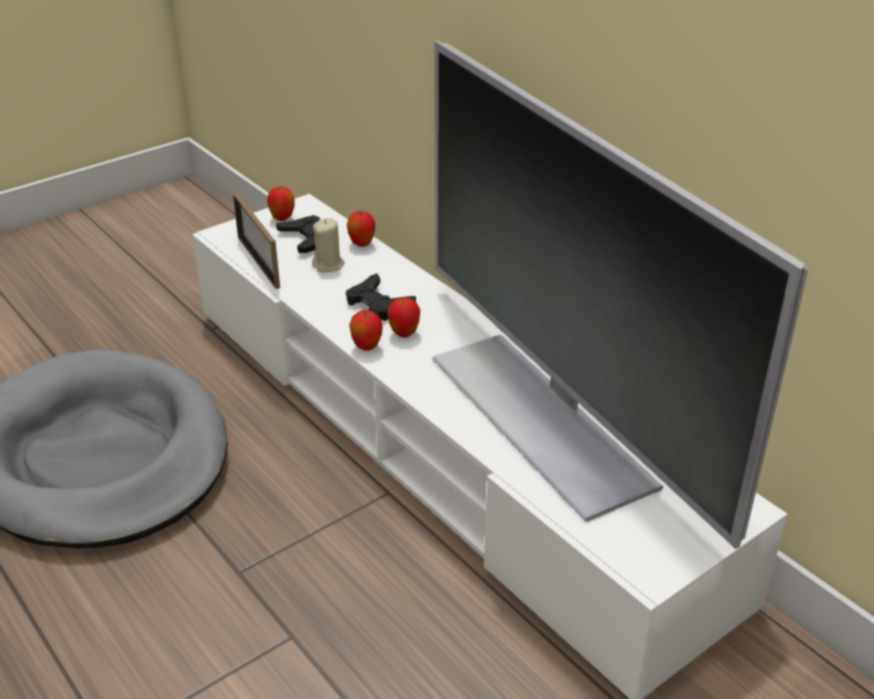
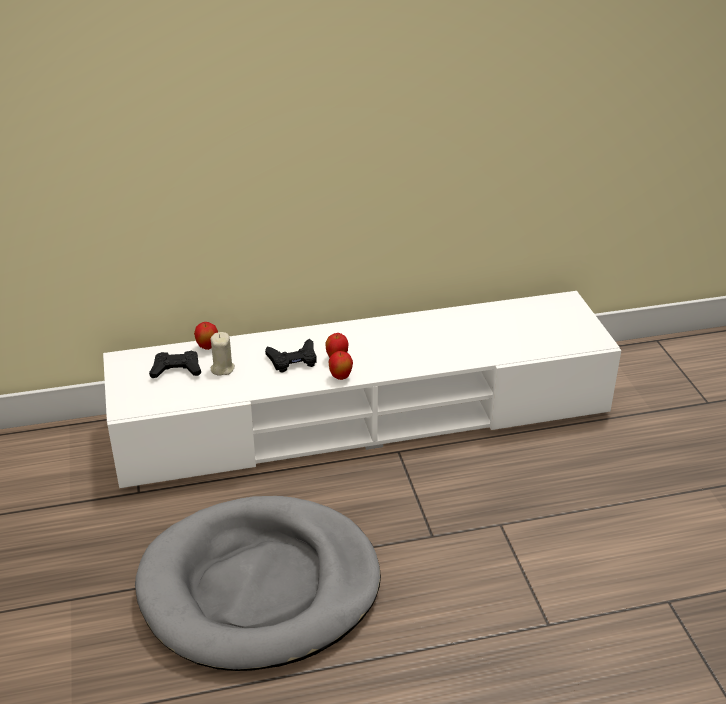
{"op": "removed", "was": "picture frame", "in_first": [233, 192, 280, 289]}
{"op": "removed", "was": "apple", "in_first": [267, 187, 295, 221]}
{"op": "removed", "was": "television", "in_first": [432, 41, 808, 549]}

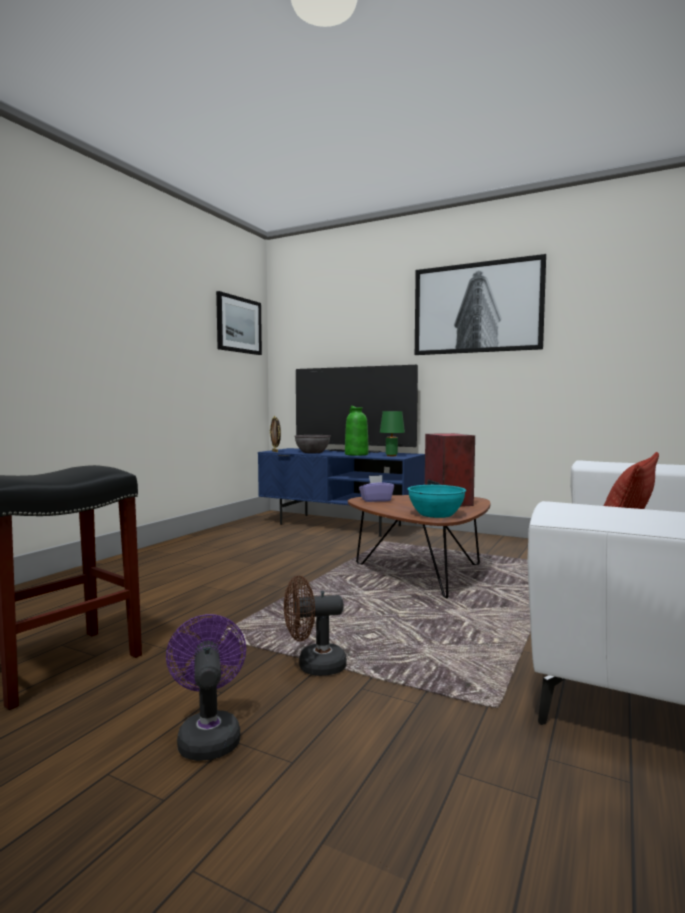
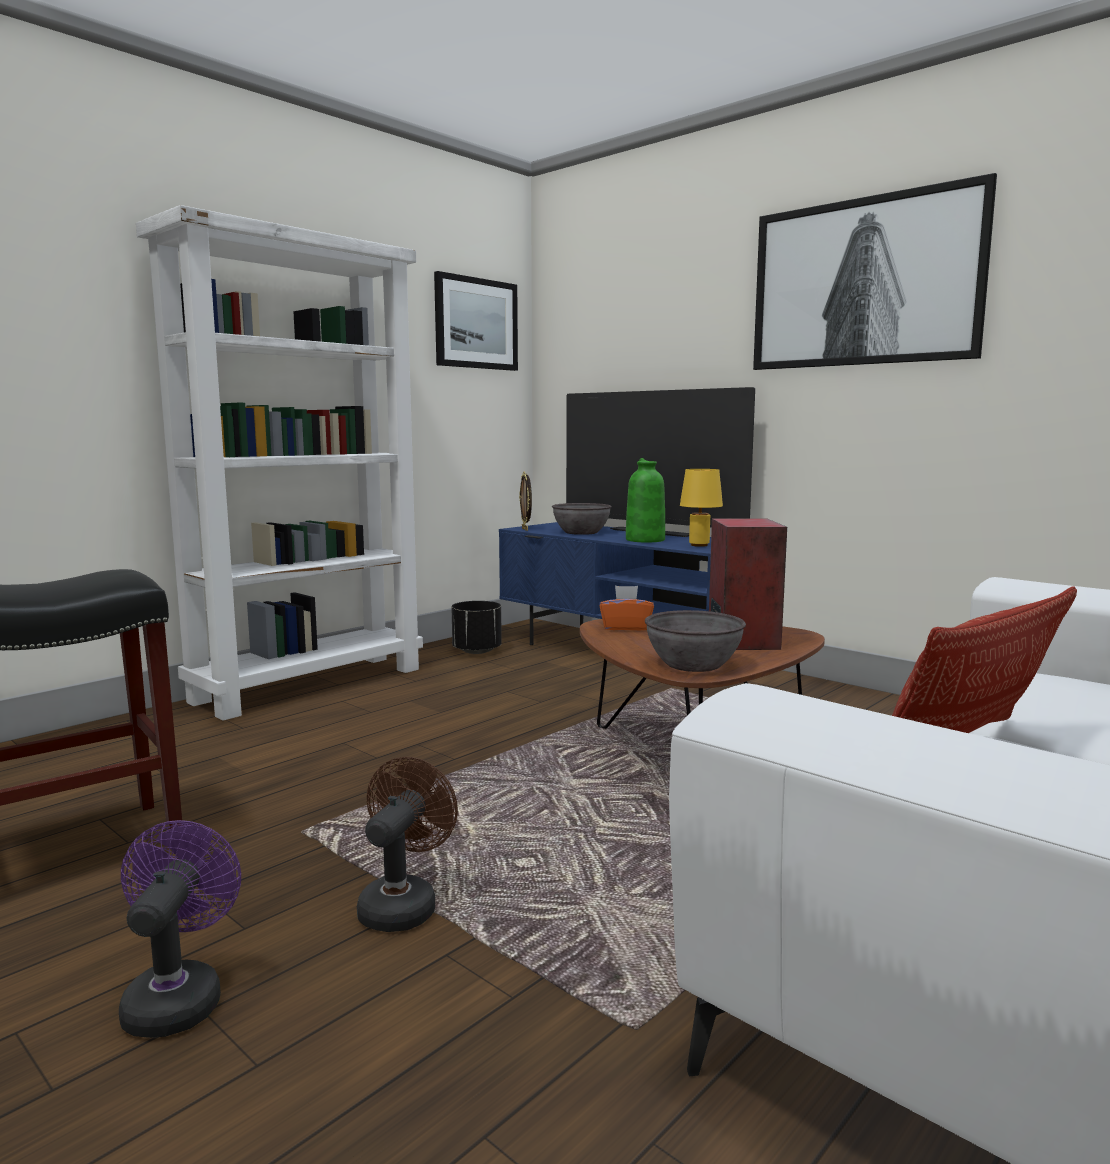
{"op": "added", "now": "white bookcase", "in_second": [136, 205, 423, 721]}
{"op": "added", "now": "black planter", "in_second": [452, 601, 502, 654]}
{"op": "recoloured", "was": "purple tissue box", "now": "orange tissue box", "in_first": [359, 475, 394, 502], "in_second": [599, 586, 654, 630]}
{"op": "recoloured", "was": "green table lamp", "now": "yellow table lamp", "in_first": [380, 411, 405, 456], "in_second": [680, 469, 723, 547]}
{"op": "recoloured", "was": "turquoise bowl", "now": "grey bowl", "in_first": [408, 485, 466, 518], "in_second": [645, 610, 746, 672]}
{"op": "turned", "was": "brown fan", "in_first": [284, 575, 347, 676], "in_second": [357, 757, 458, 932], "clockwise": 105}

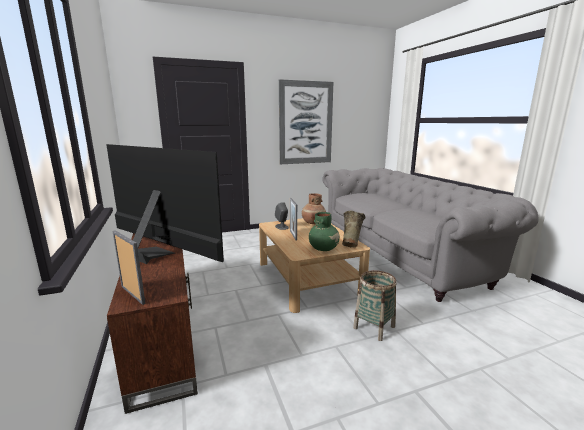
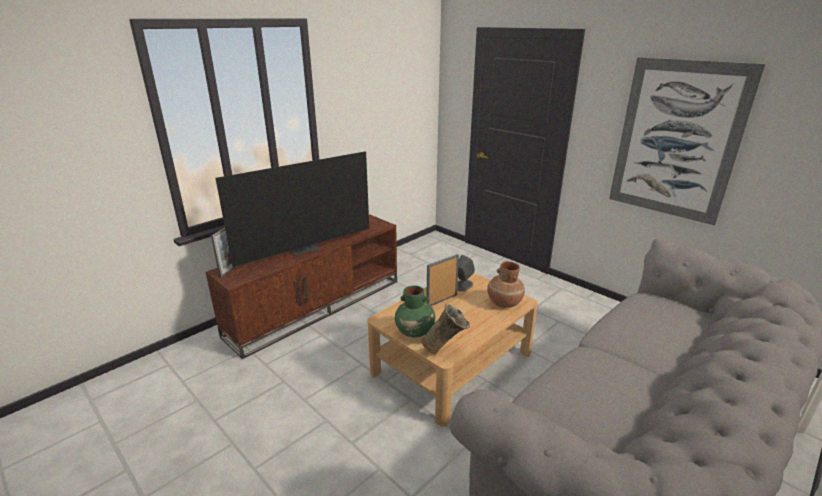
{"op": "removed", "was": "basket", "in_first": [353, 270, 397, 341]}
{"op": "turned", "was": "television", "in_first": [106, 144, 224, 264], "in_second": [215, 151, 369, 267], "clockwise": 45}

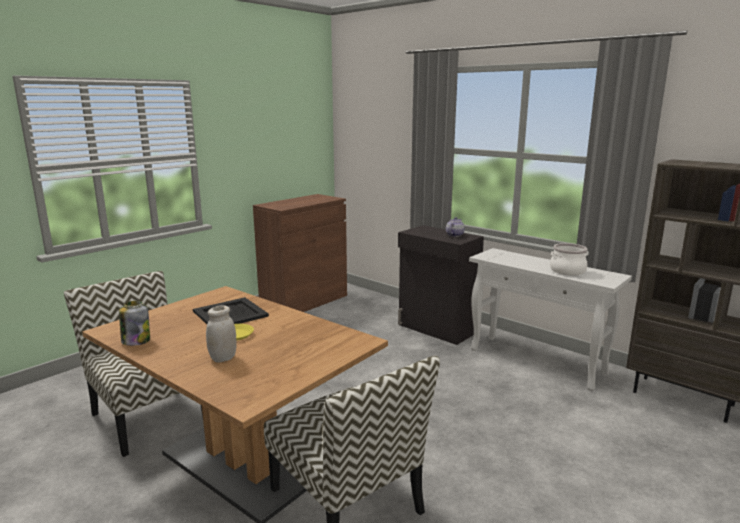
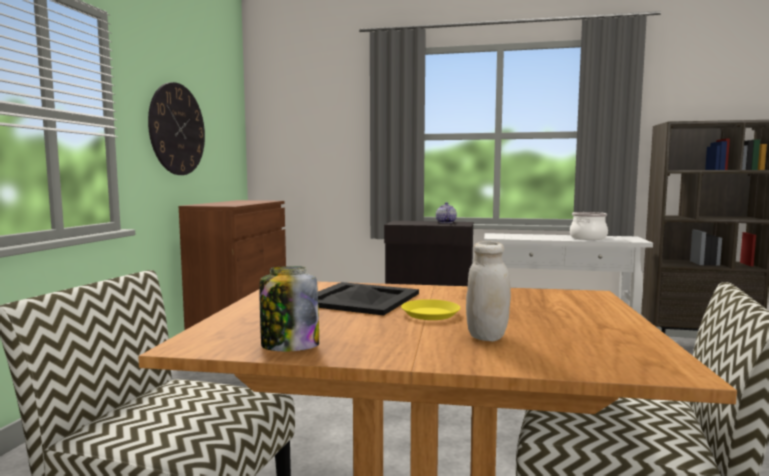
{"op": "added", "now": "wall clock", "in_second": [148, 82, 205, 175]}

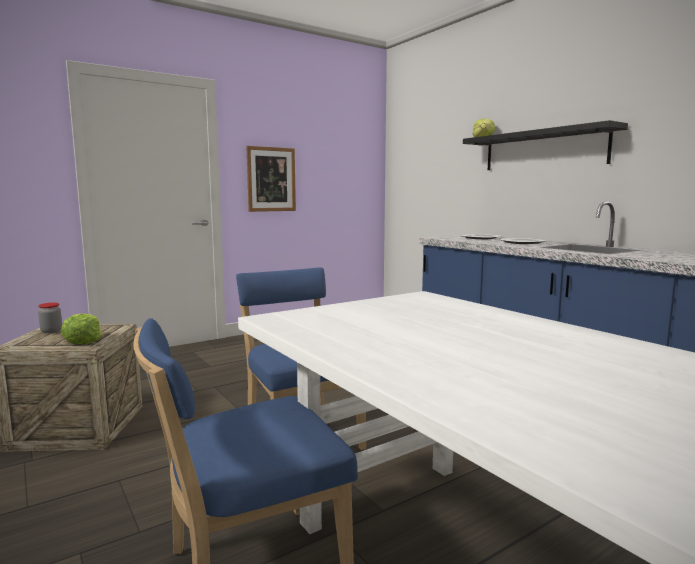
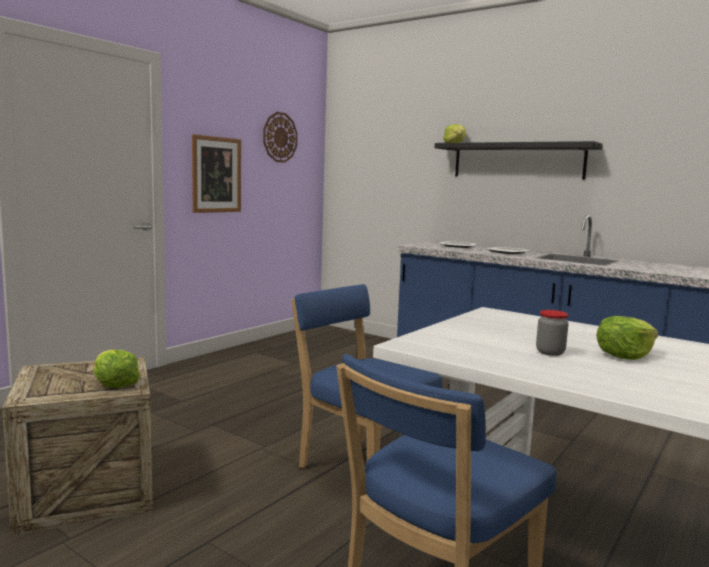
{"op": "added", "now": "wall clock", "in_second": [263, 112, 298, 163]}
{"op": "added", "now": "lettuce", "in_second": [596, 316, 658, 360]}
{"op": "moved", "was": "jar", "in_first": [38, 303, 62, 333], "in_second": [536, 310, 569, 356]}

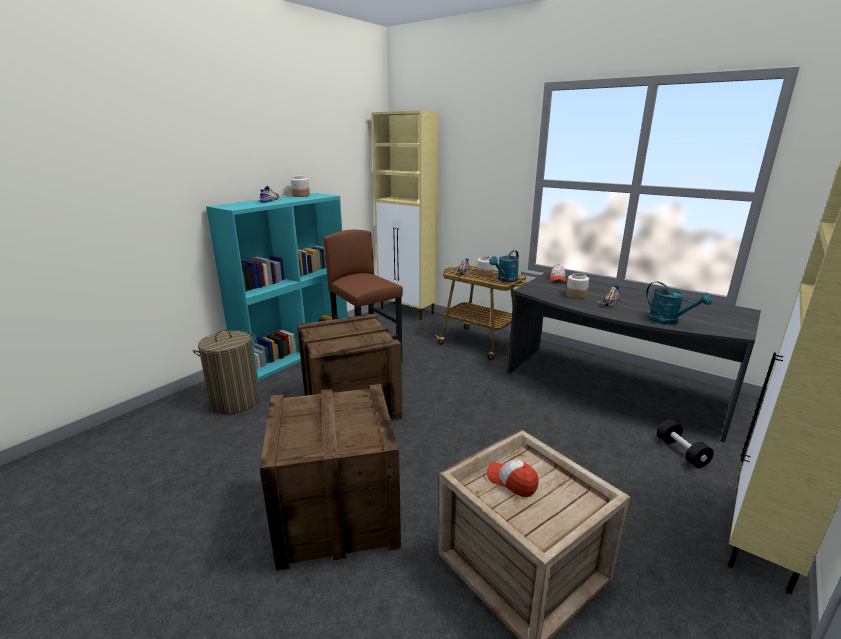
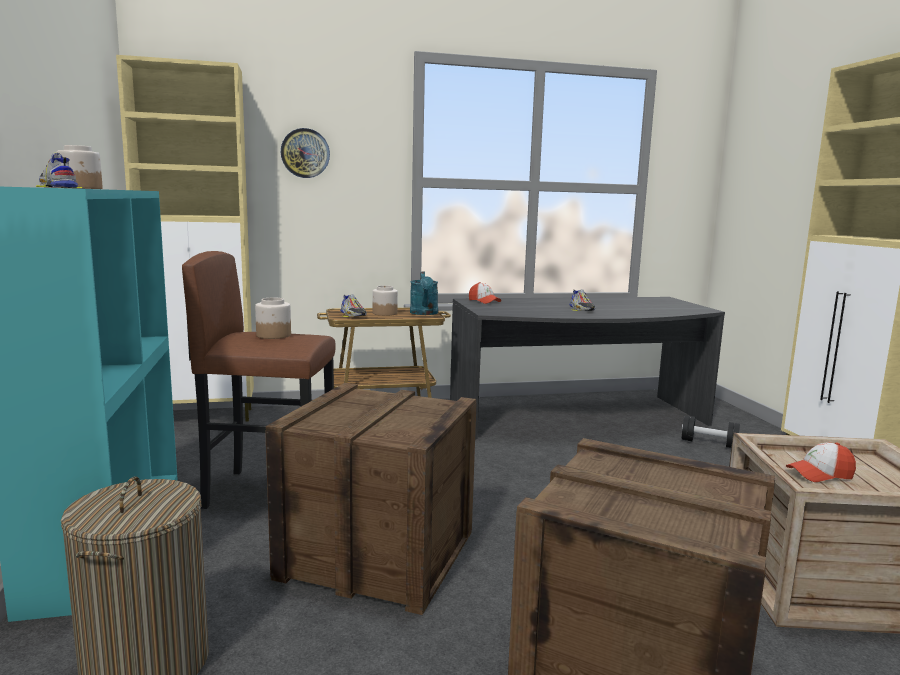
{"op": "removed", "was": "turquoise watering can", "in_first": [646, 281, 712, 325]}
{"op": "added", "now": "wall clock", "in_second": [281, 128, 330, 178]}
{"op": "moved", "was": "jar", "in_first": [566, 273, 589, 299], "in_second": [255, 298, 291, 339]}

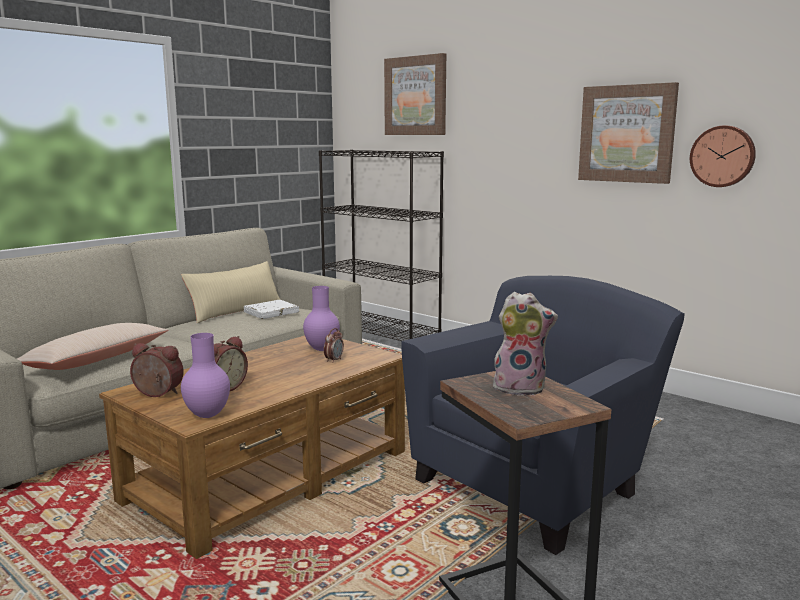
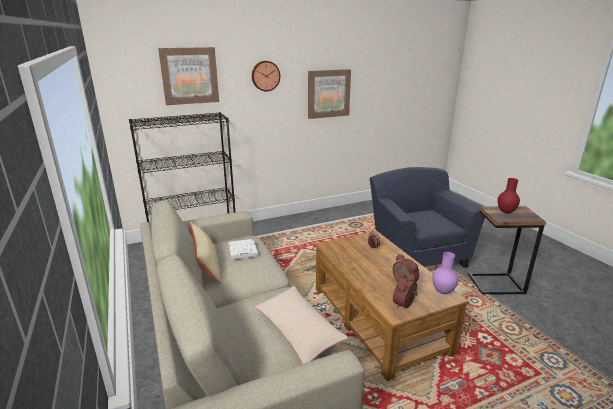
{"op": "removed", "was": "purple vase", "in_first": [303, 286, 340, 351]}
{"op": "moved", "was": "wall clock", "in_first": [690, 126, 756, 187], "in_second": [252, 61, 280, 91]}
{"op": "replaced", "was": "plush toy", "now": "red vase", "in_first": [493, 292, 558, 396], "in_second": [498, 178, 520, 213]}

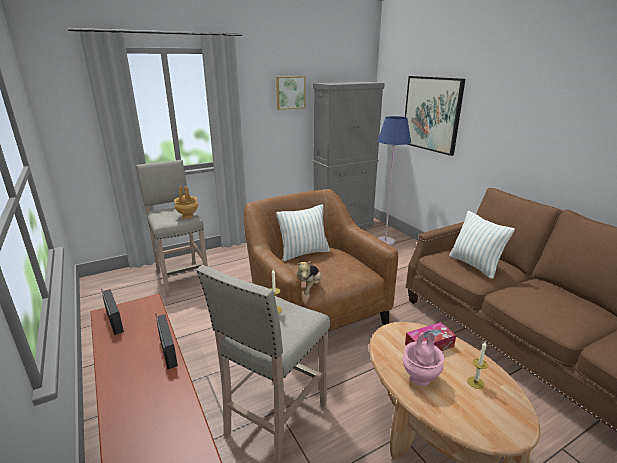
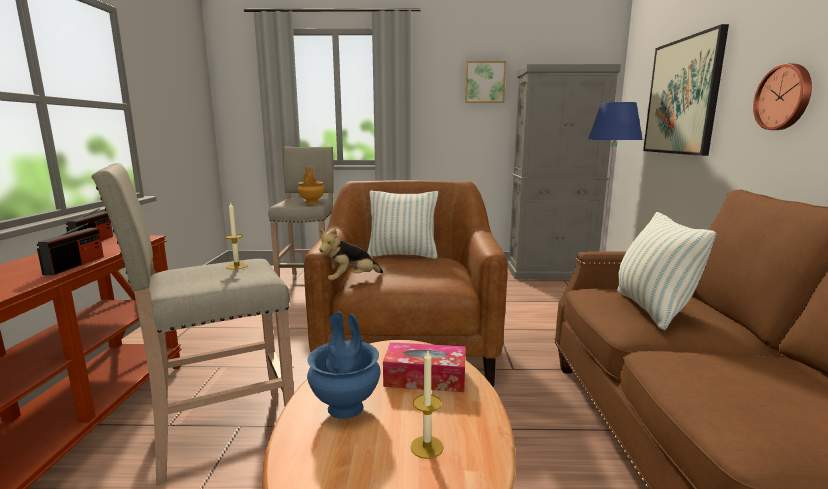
{"op": "added", "now": "wall clock", "in_second": [753, 64, 812, 130]}
{"op": "recoloured", "was": "pink vase", "now": "blue vase", "in_first": [403, 332, 444, 386], "in_second": [307, 312, 381, 419]}

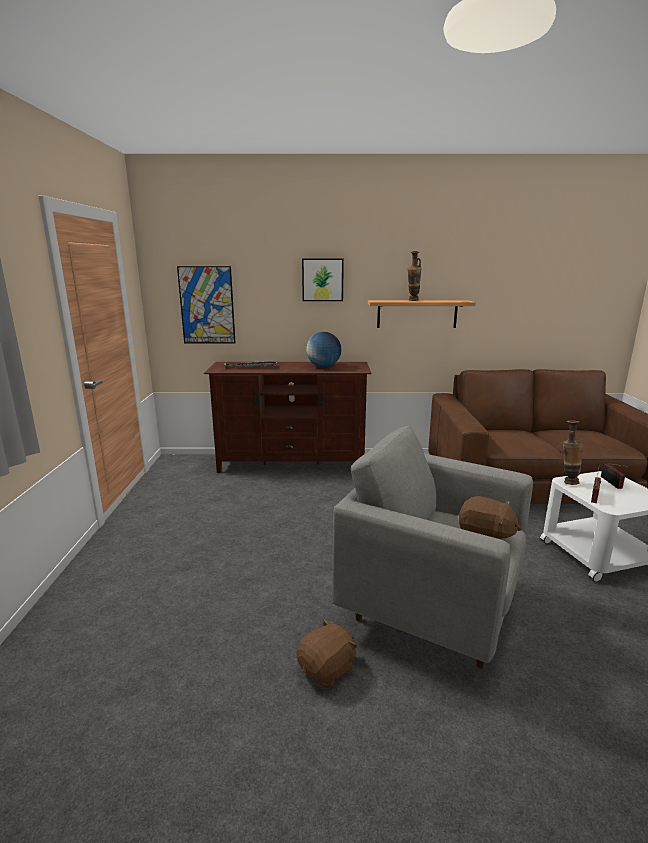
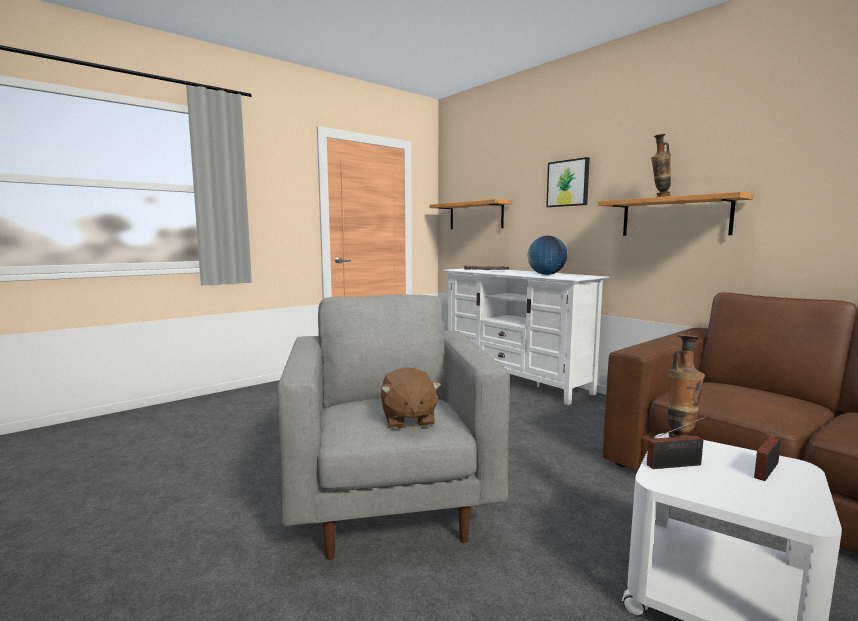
{"op": "removed", "was": "brown plush toy", "in_first": [296, 619, 357, 688]}
{"op": "replaced", "was": "picture", "now": "shelf", "in_first": [177, 266, 236, 344], "in_second": [429, 199, 512, 229]}
{"op": "recoloured", "was": "brown tv stand", "now": "white tv stand", "in_first": [204, 362, 372, 473], "in_second": [443, 269, 610, 405]}

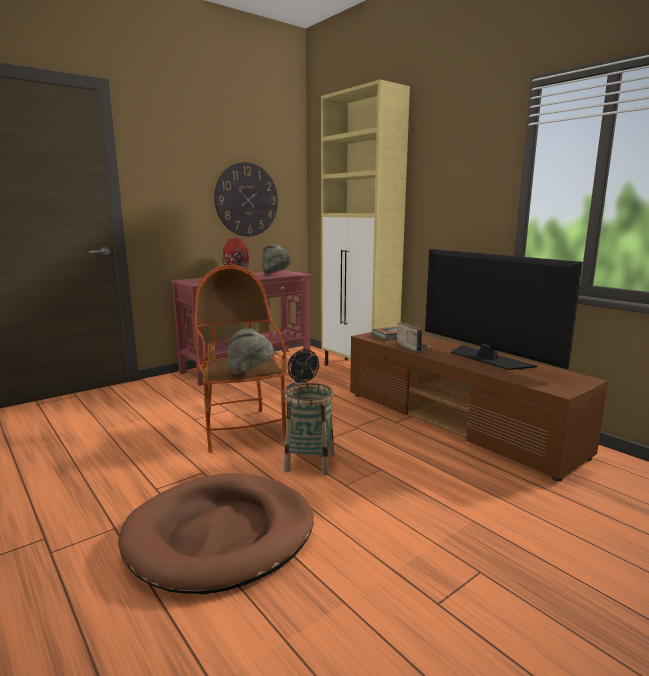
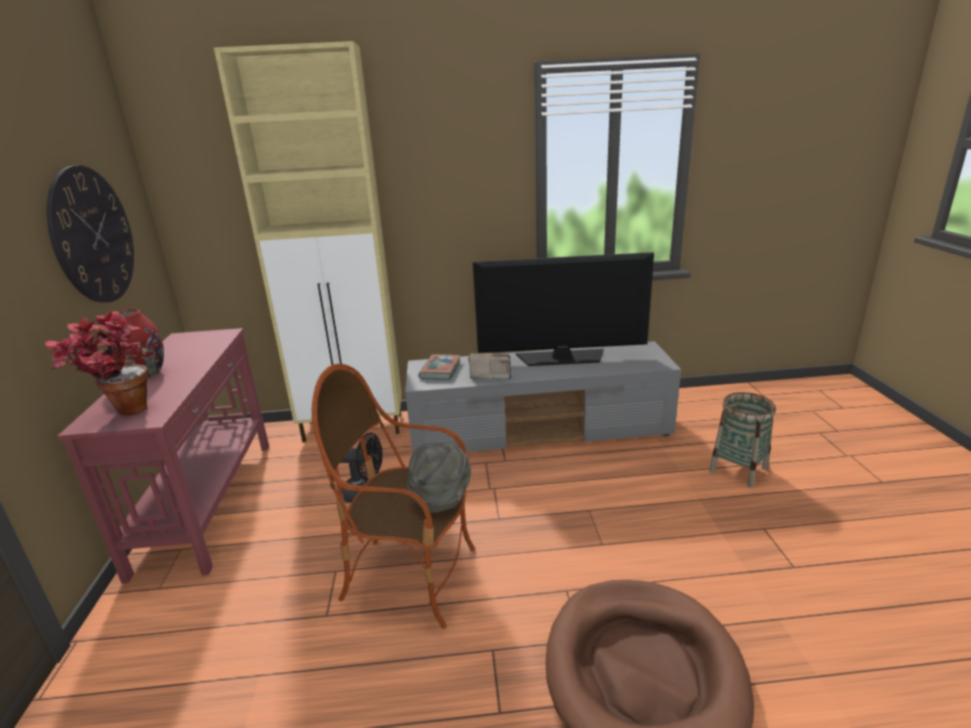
{"op": "removed", "was": "grey hat", "in_first": [262, 244, 291, 274]}
{"op": "added", "now": "potted plant", "in_second": [45, 311, 148, 416]}
{"op": "moved", "was": "basket", "in_first": [284, 383, 334, 475], "in_second": [709, 392, 776, 488]}
{"op": "recoloured", "was": "brown tv stand", "now": "grey tv stand", "in_first": [350, 332, 608, 481], "in_second": [405, 341, 681, 453]}

